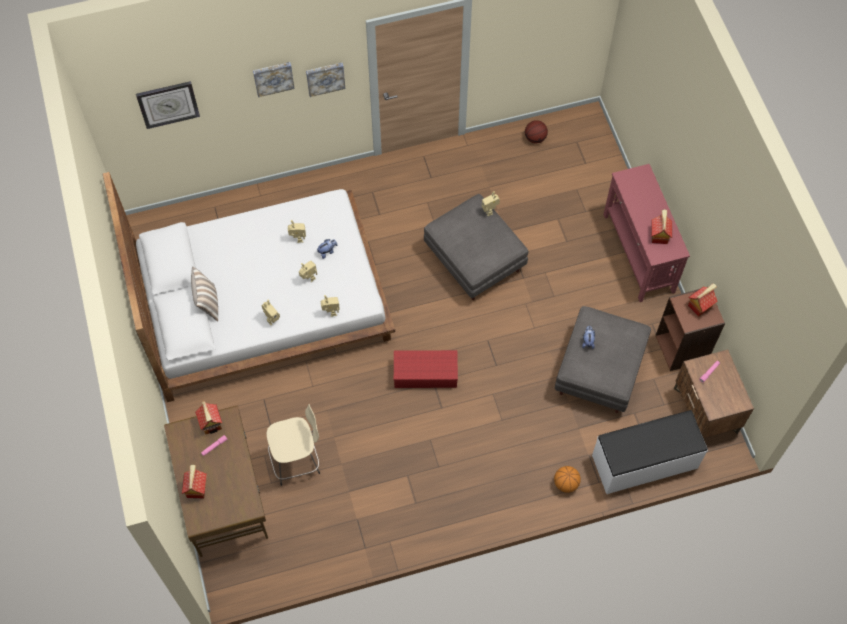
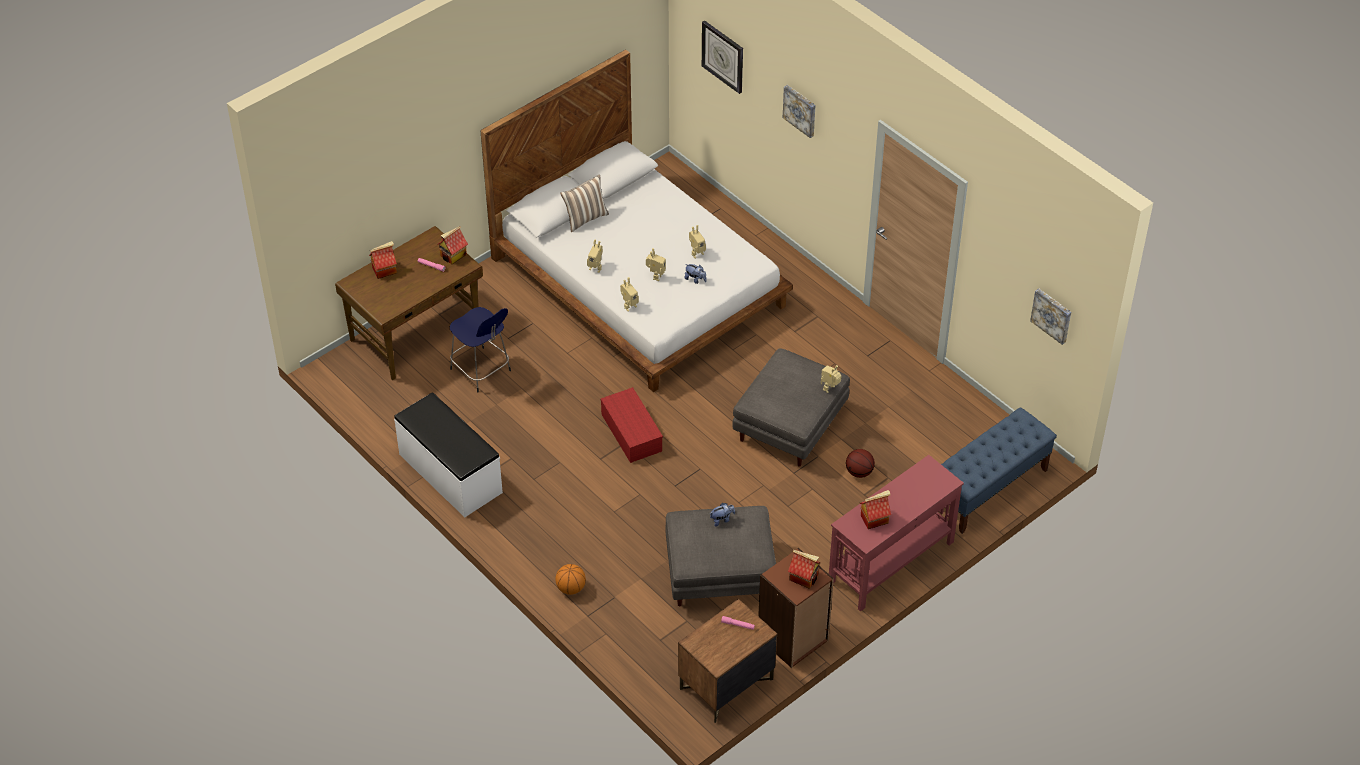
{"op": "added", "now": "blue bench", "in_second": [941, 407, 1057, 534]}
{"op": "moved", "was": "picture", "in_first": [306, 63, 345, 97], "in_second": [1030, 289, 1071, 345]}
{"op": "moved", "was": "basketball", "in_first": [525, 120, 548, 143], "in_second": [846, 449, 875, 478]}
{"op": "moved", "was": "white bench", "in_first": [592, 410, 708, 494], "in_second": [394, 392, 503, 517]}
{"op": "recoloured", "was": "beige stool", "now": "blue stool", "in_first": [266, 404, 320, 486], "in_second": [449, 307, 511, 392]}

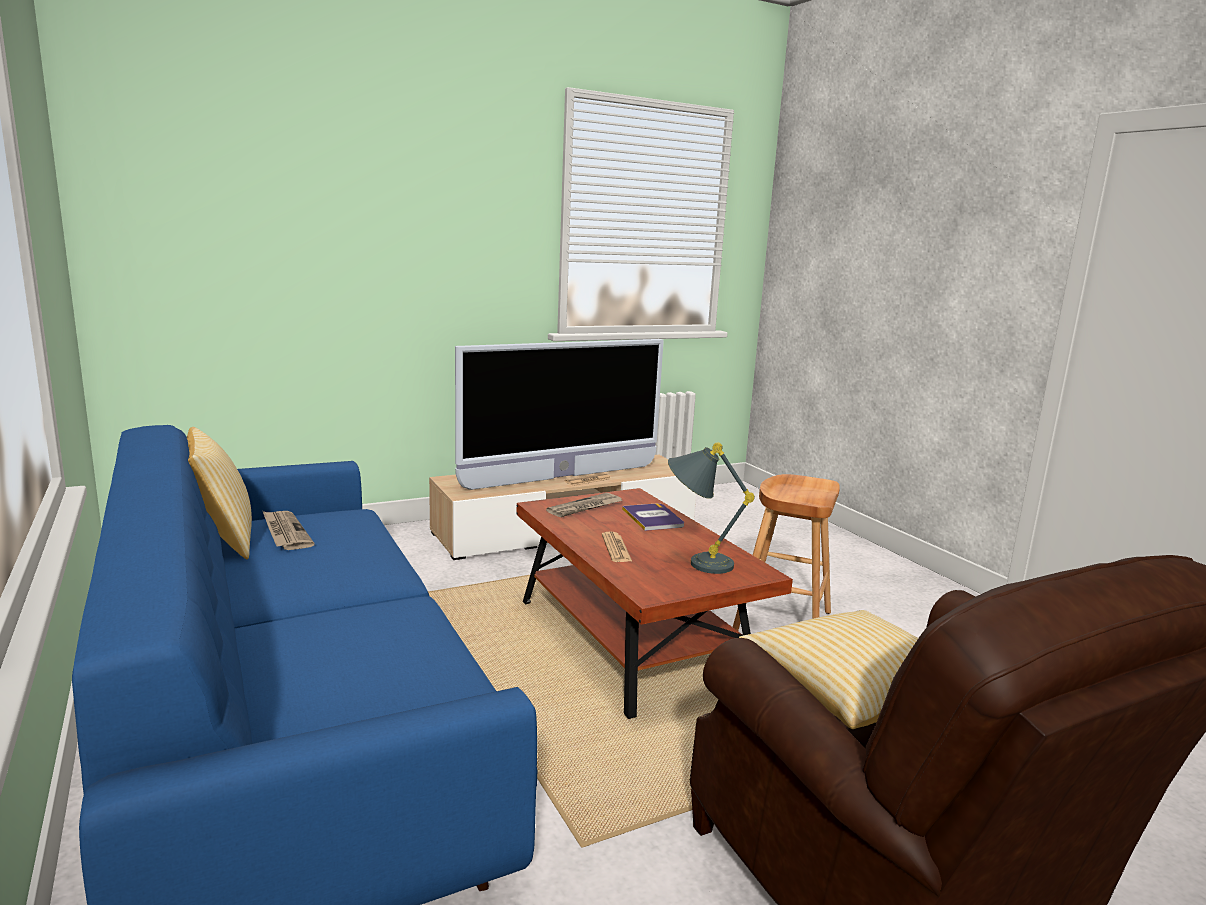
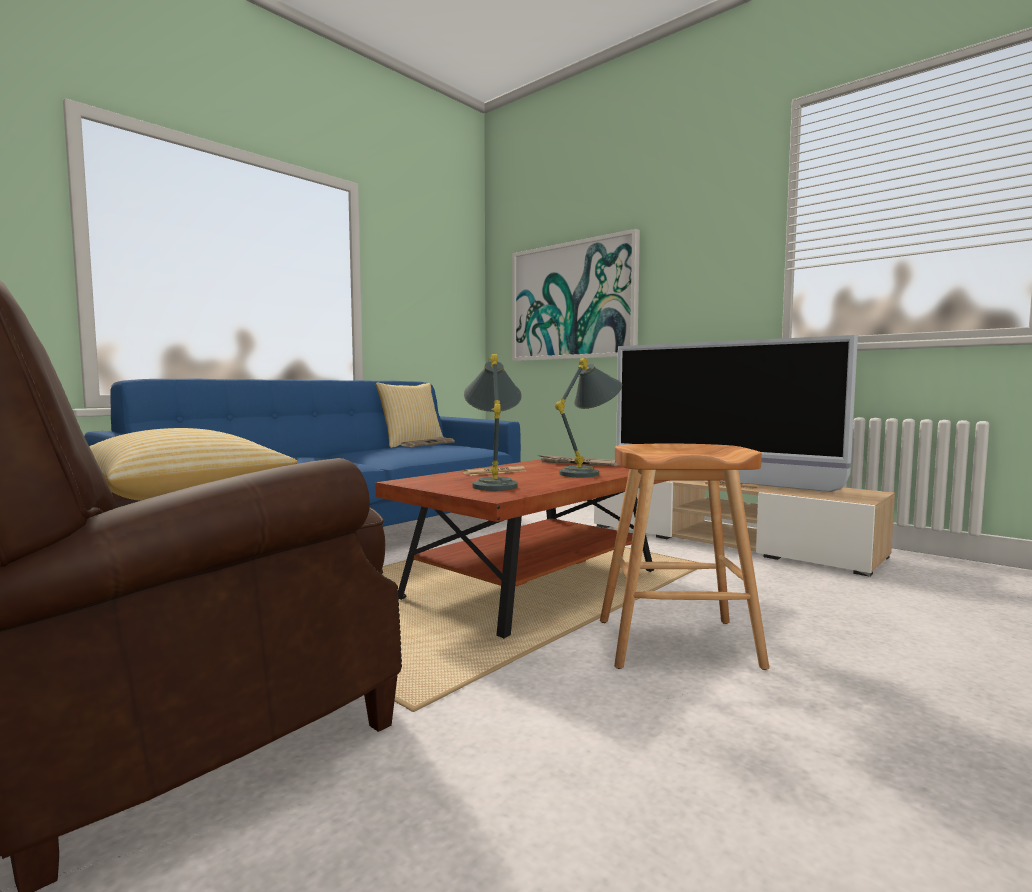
{"op": "added", "now": "picture", "in_second": [512, 229, 640, 361]}
{"op": "replaced", "was": "book", "now": "grey table lamp", "in_first": [622, 503, 684, 531], "in_second": [555, 358, 622, 477]}

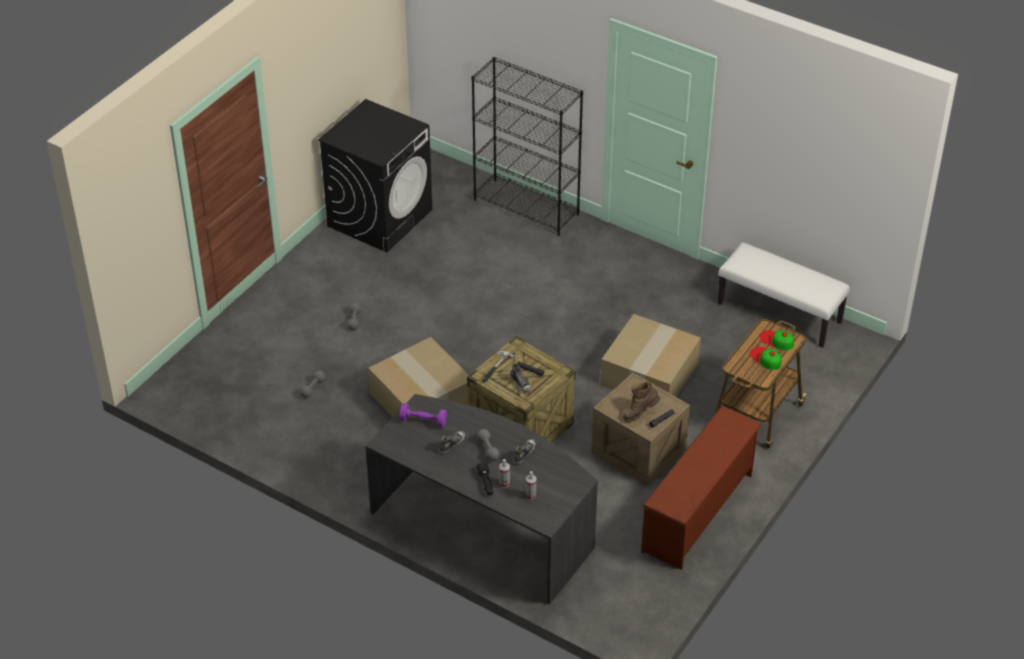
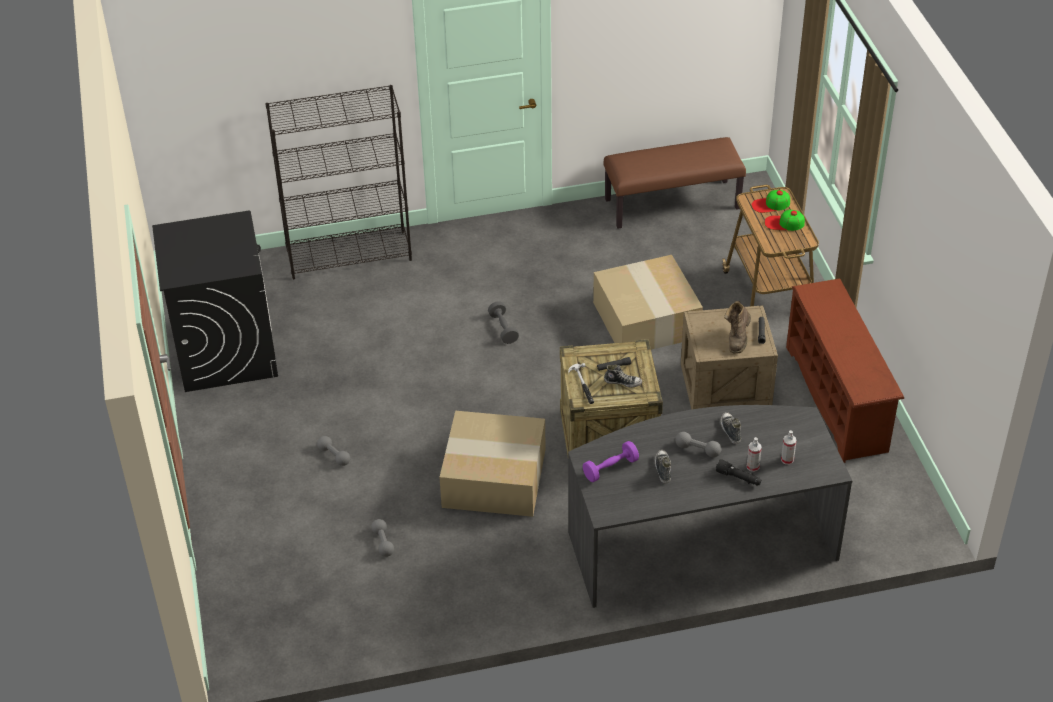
{"op": "added", "now": "grey dumbbell", "in_second": [488, 301, 519, 344]}
{"op": "recoloured", "was": "white bench", "now": "brown bench", "in_first": [717, 242, 850, 348], "in_second": [604, 137, 746, 229]}

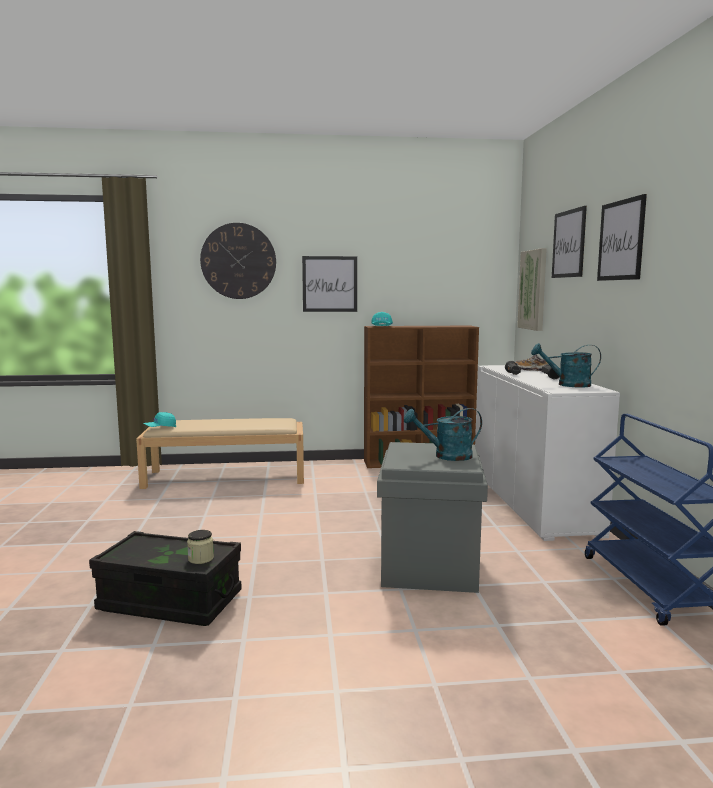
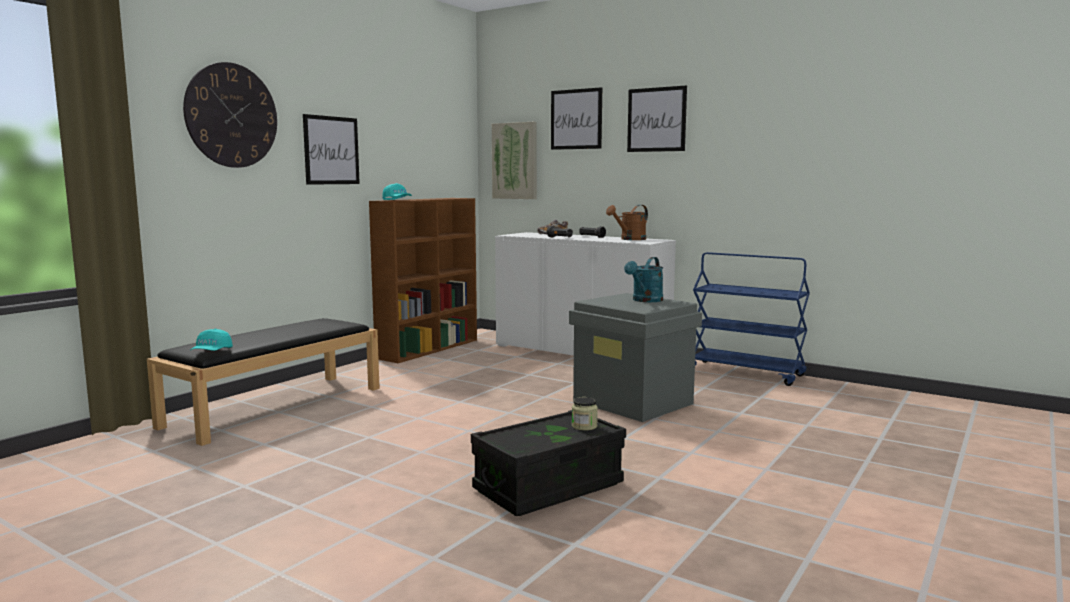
{"op": "recoloured", "was": "beige bench", "now": "black bench", "in_first": [136, 418, 304, 489], "in_second": [147, 318, 380, 446]}
{"op": "recoloured", "was": "turquoise watering can", "now": "brown watering can", "in_first": [531, 343, 601, 388], "in_second": [606, 205, 648, 240]}

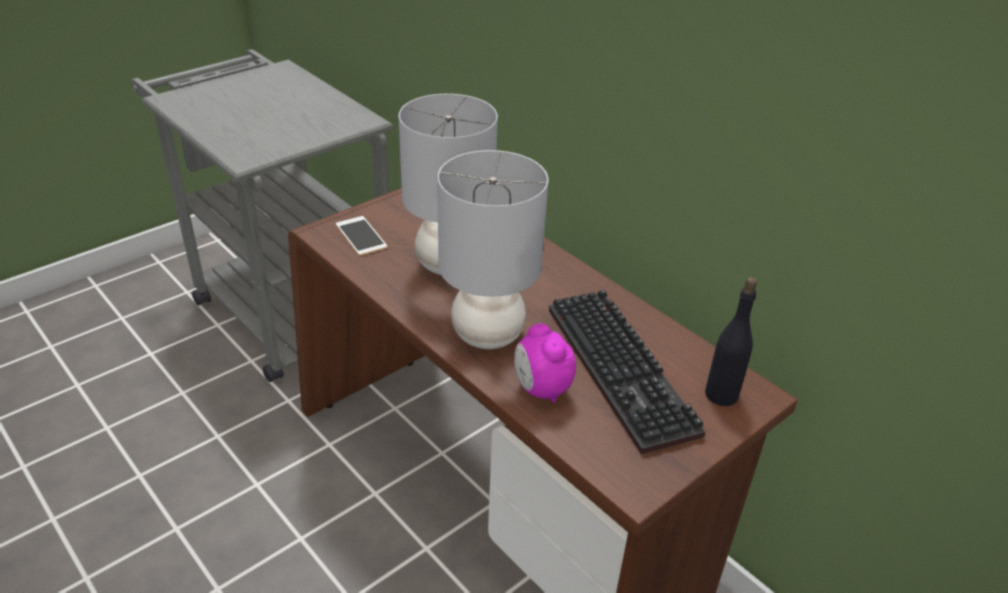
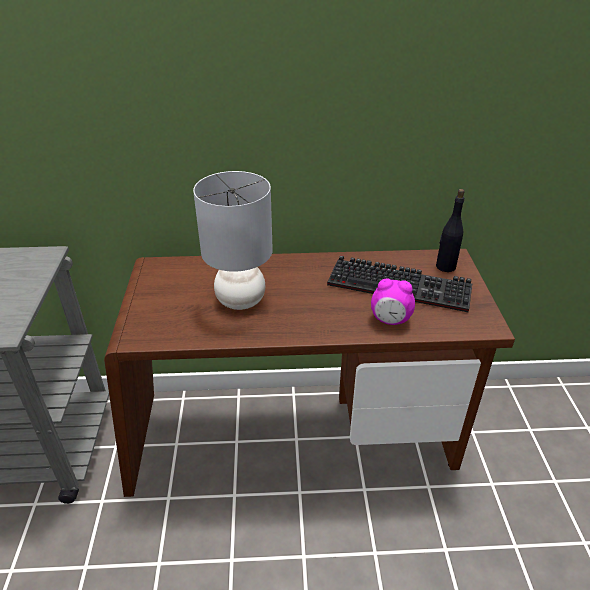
{"op": "removed", "was": "phone", "in_first": [336, 216, 387, 255]}
{"op": "removed", "was": "grey table lamp", "in_first": [437, 150, 549, 349]}

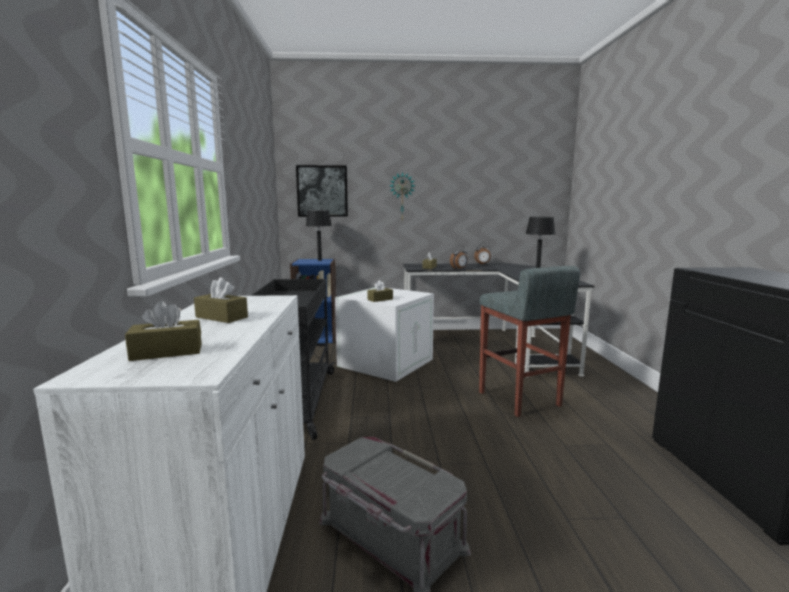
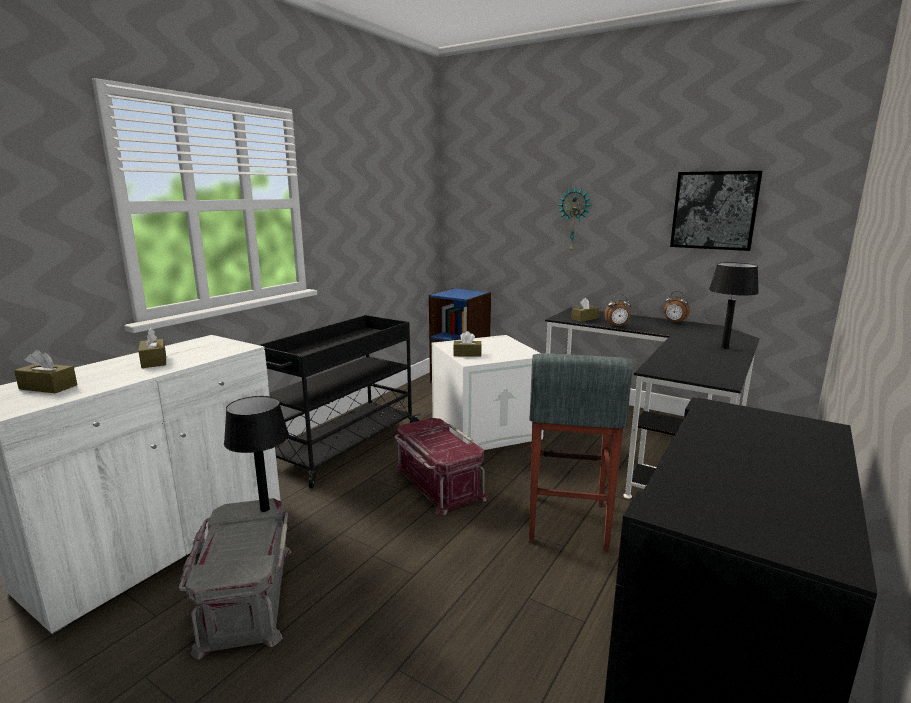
{"op": "added", "now": "red storage box", "in_second": [395, 418, 488, 515]}
{"op": "moved", "was": "picture", "in_first": [296, 165, 348, 217], "in_second": [670, 171, 763, 251]}
{"op": "moved", "was": "black table lamp", "in_first": [305, 210, 332, 261], "in_second": [224, 396, 289, 512]}

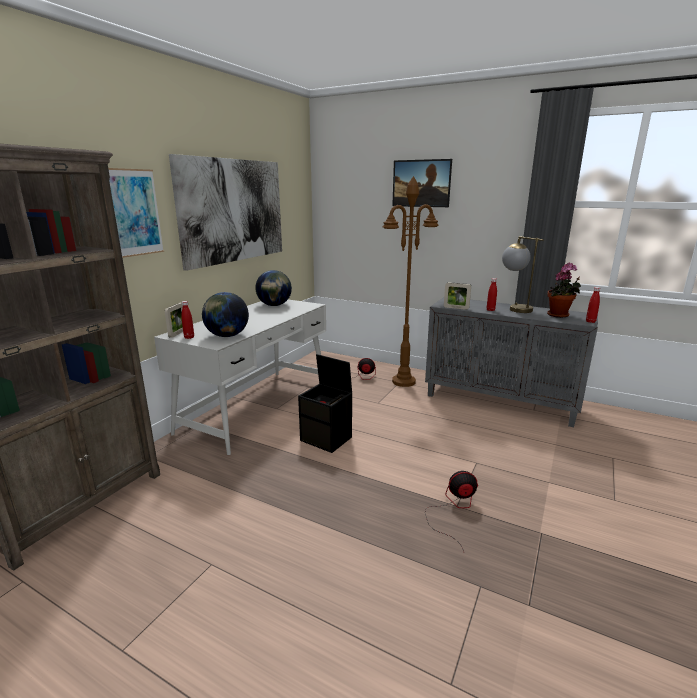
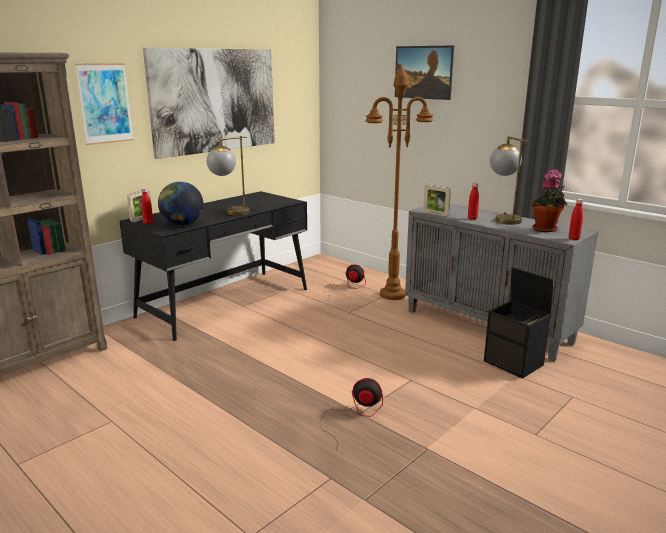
{"op": "removed", "was": "globe", "in_first": [255, 270, 292, 306]}
{"op": "added", "now": "table lamp", "in_second": [207, 136, 250, 216]}
{"op": "moved", "was": "black storage box", "in_first": [298, 354, 352, 453], "in_second": [484, 267, 553, 379]}
{"op": "recoloured", "was": "white desk", "now": "black desk", "in_first": [154, 299, 326, 455], "in_second": [119, 191, 307, 341]}

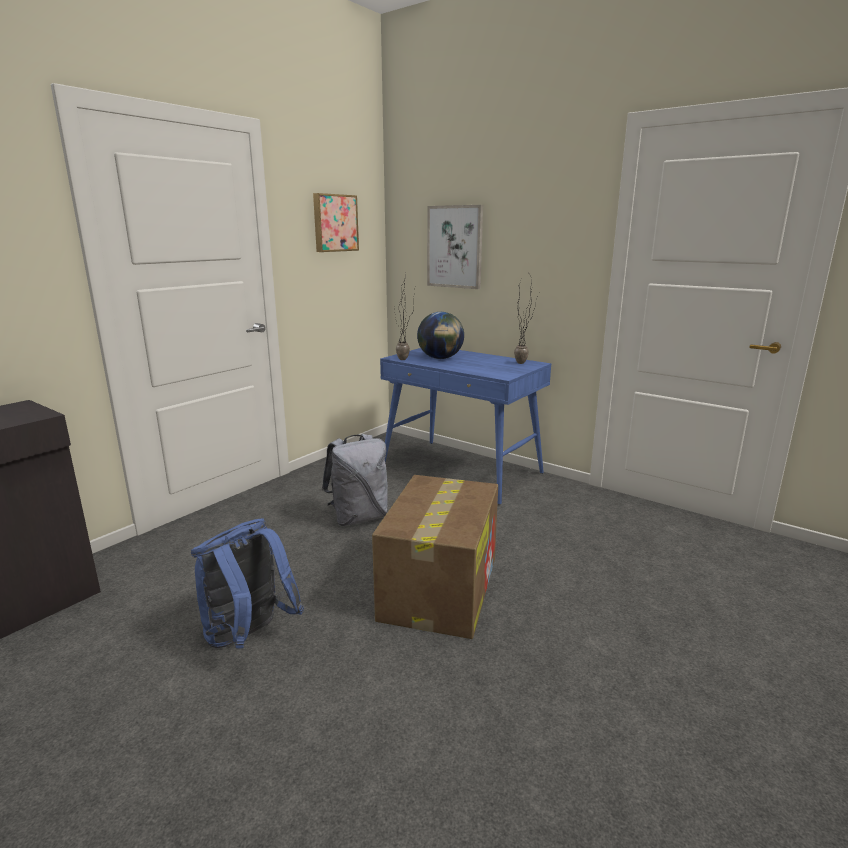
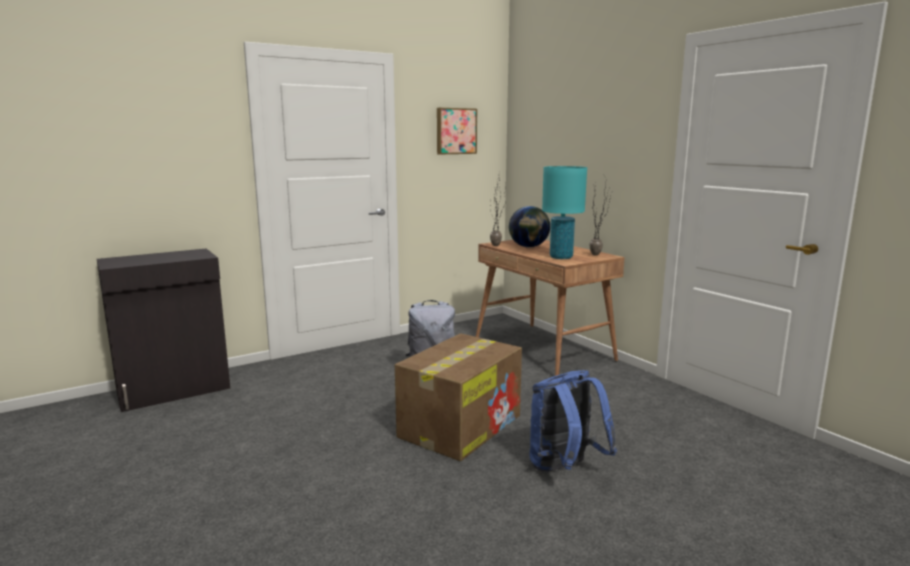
{"op": "removed", "was": "picture", "in_first": [427, 205, 483, 289]}
{"op": "added", "now": "turquoise table lamp", "in_second": [542, 166, 587, 259]}
{"op": "moved", "was": "blue backpack", "in_first": [191, 518, 304, 648], "in_second": [529, 370, 617, 472]}
{"op": "recoloured", "was": "blue desk", "now": "brown desk", "in_first": [380, 348, 551, 505], "in_second": [476, 240, 625, 376]}

